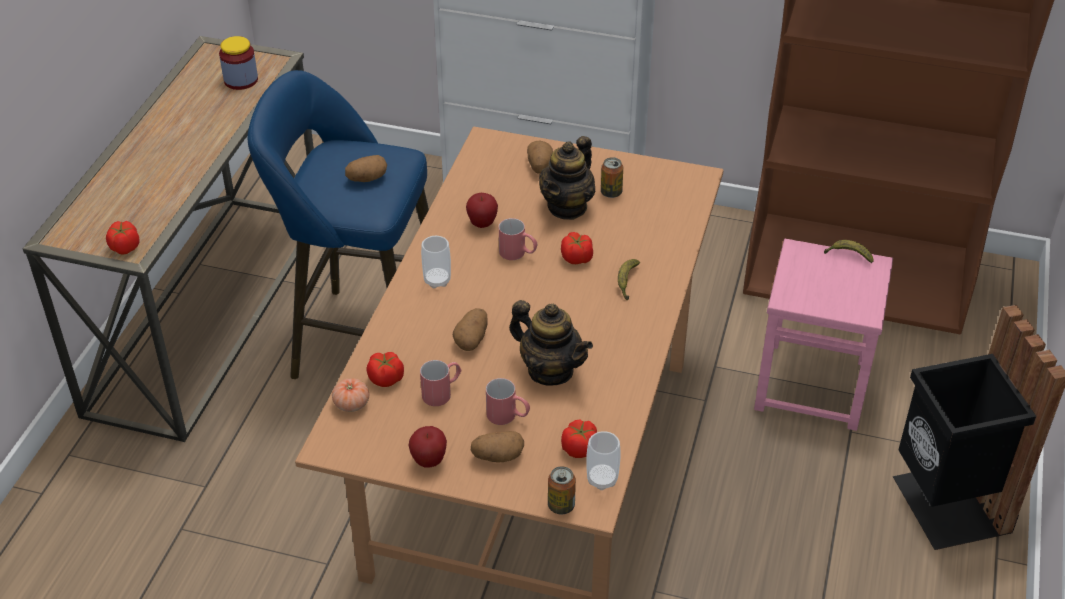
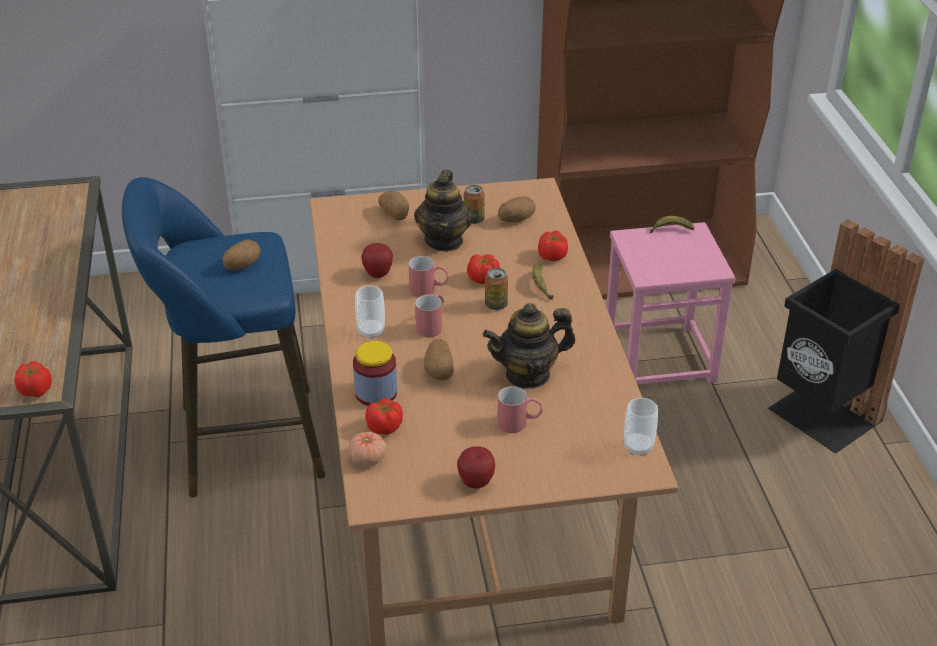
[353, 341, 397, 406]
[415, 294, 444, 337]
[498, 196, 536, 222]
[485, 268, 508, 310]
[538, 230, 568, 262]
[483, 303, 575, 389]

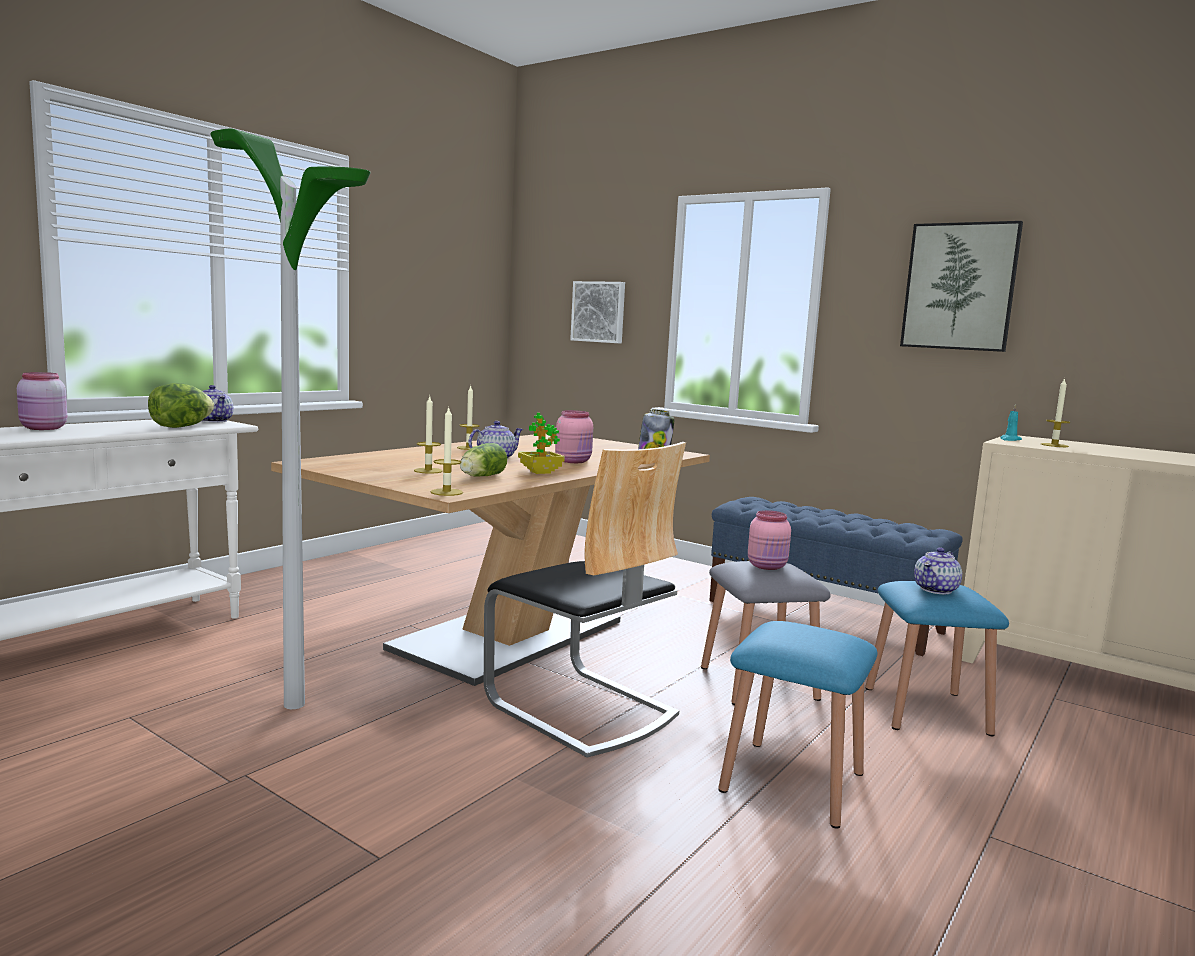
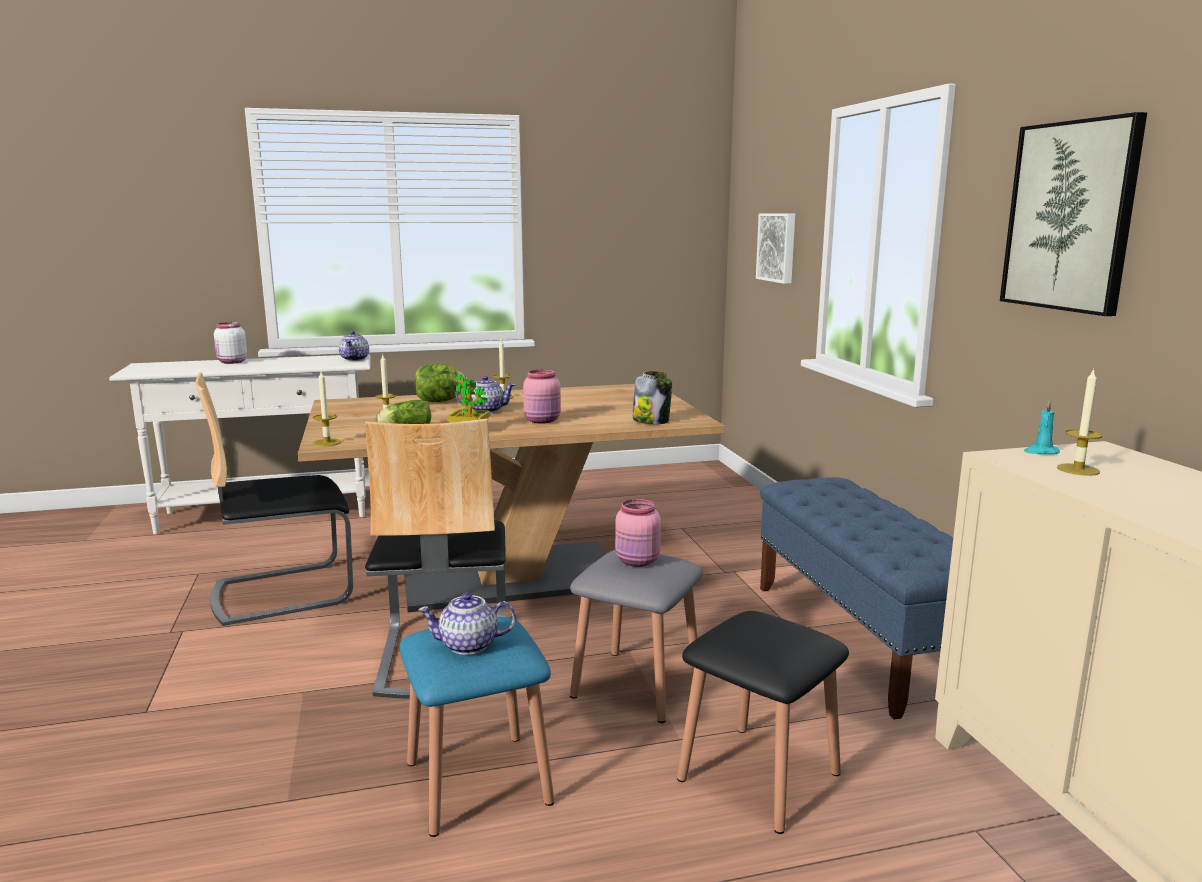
[414, 364, 467, 402]
[418, 593, 516, 655]
[195, 372, 353, 626]
[214, 322, 247, 364]
[677, 611, 849, 834]

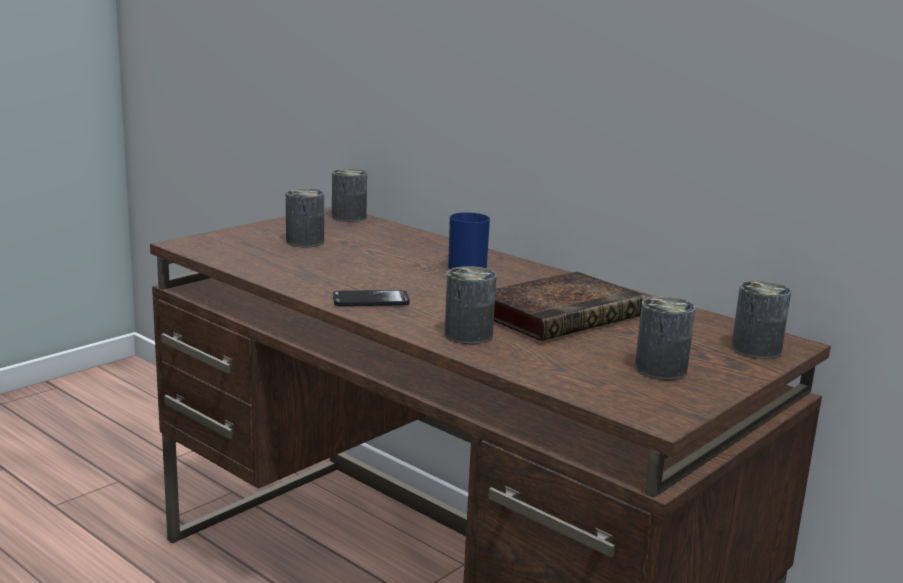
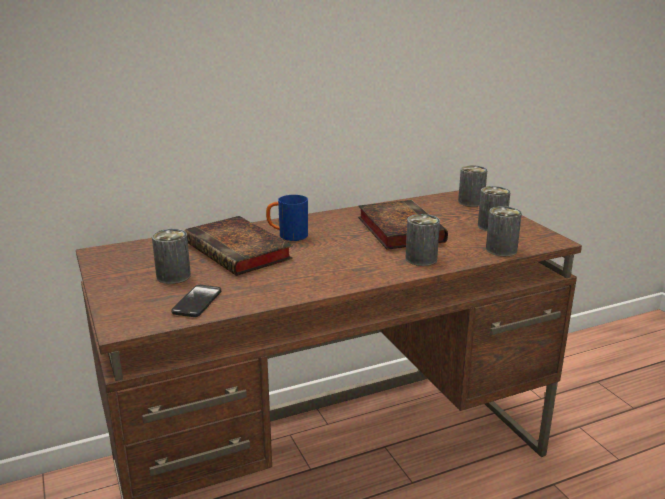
[185, 216, 293, 276]
[486, 206, 522, 256]
[171, 285, 221, 317]

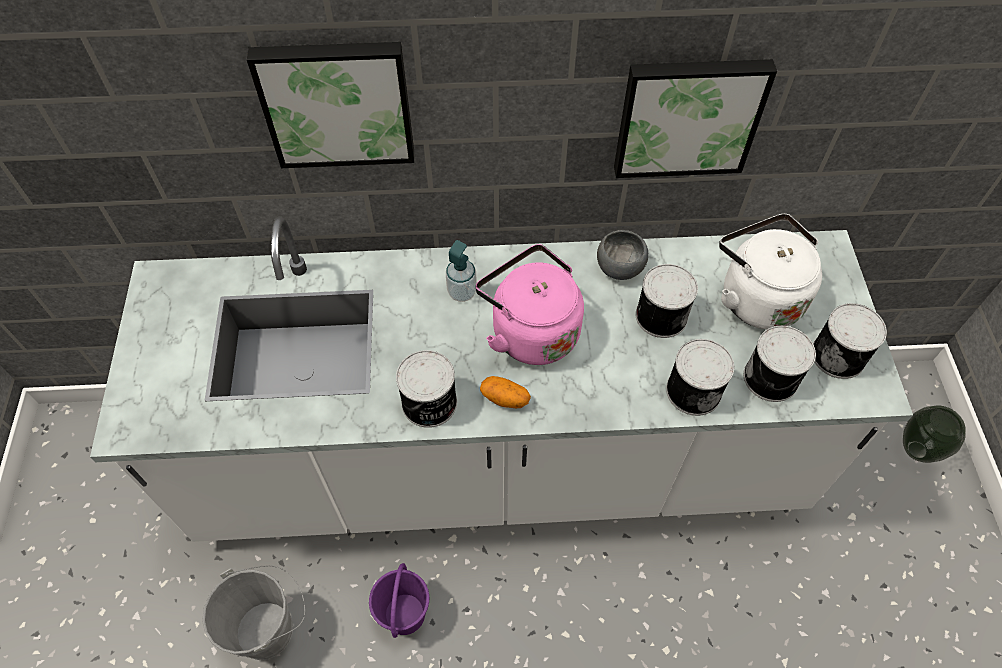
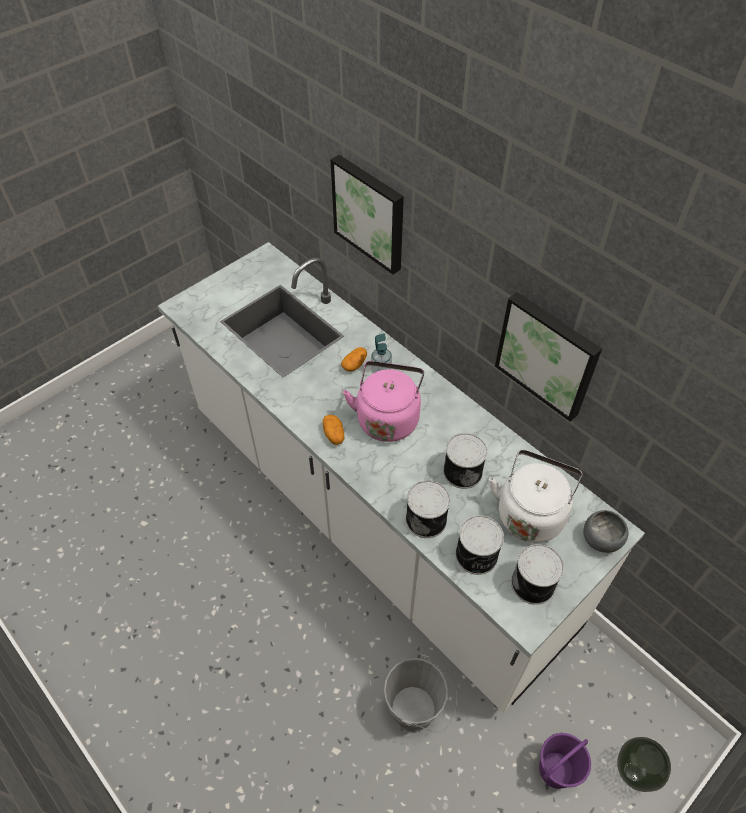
[396, 350, 457, 428] (first image)
[341, 347, 367, 371]
[384, 654, 457, 733]
[539, 733, 591, 789]
[583, 510, 628, 553]

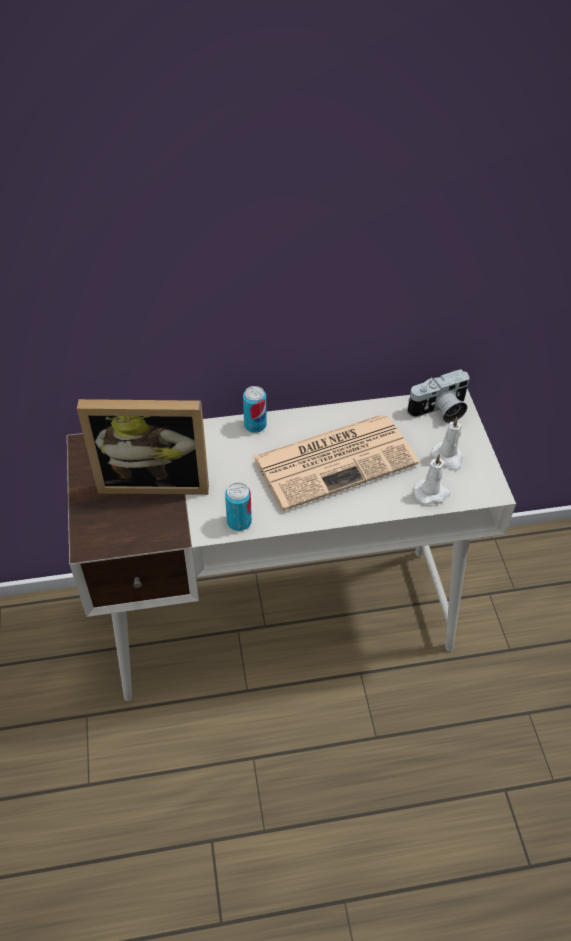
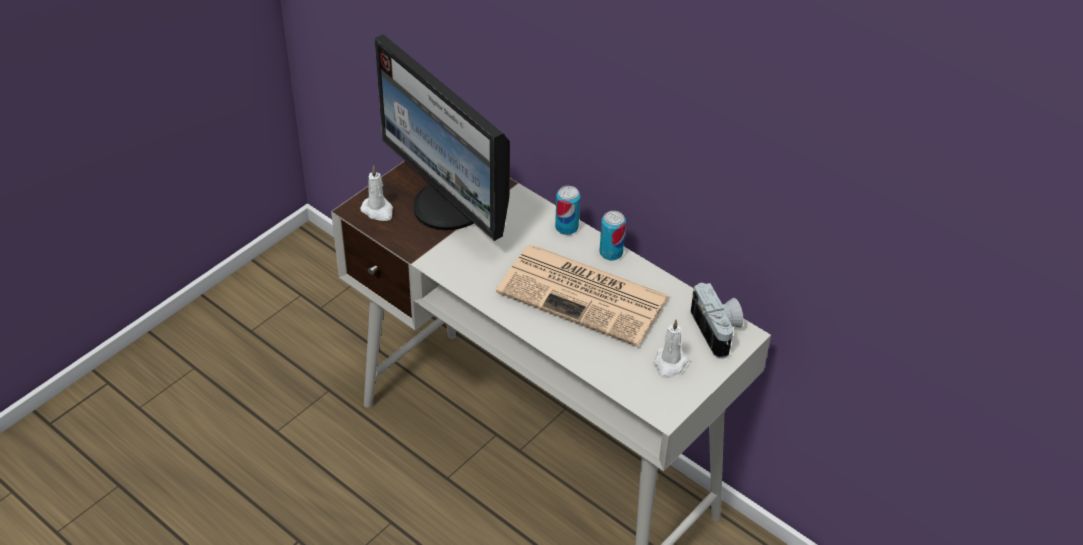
[600, 211, 626, 260]
[360, 166, 393, 221]
[374, 34, 510, 241]
[690, 282, 744, 359]

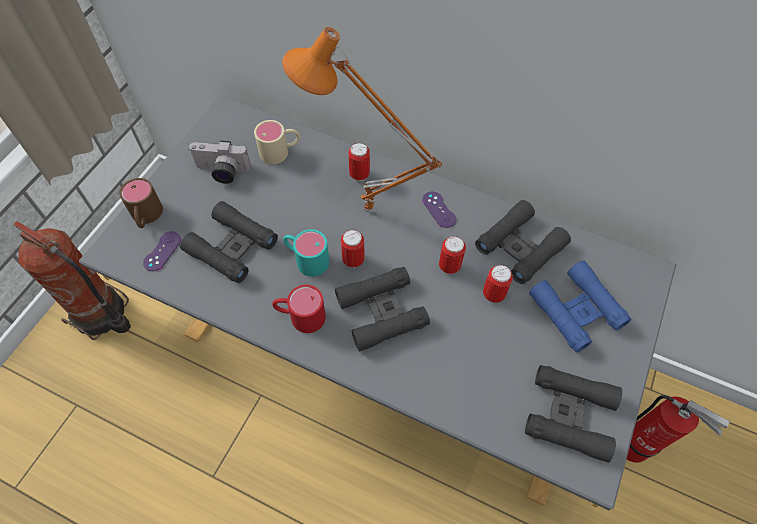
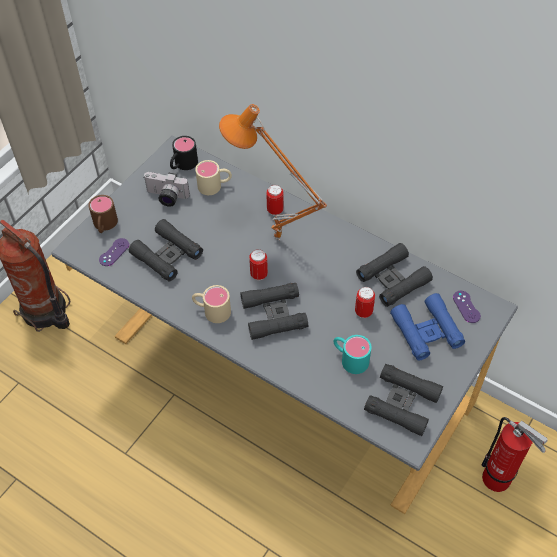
[439, 236, 466, 274] (first image)
[170, 136, 198, 170]
[334, 335, 372, 374]
[453, 291, 481, 323]
[192, 285, 231, 323]

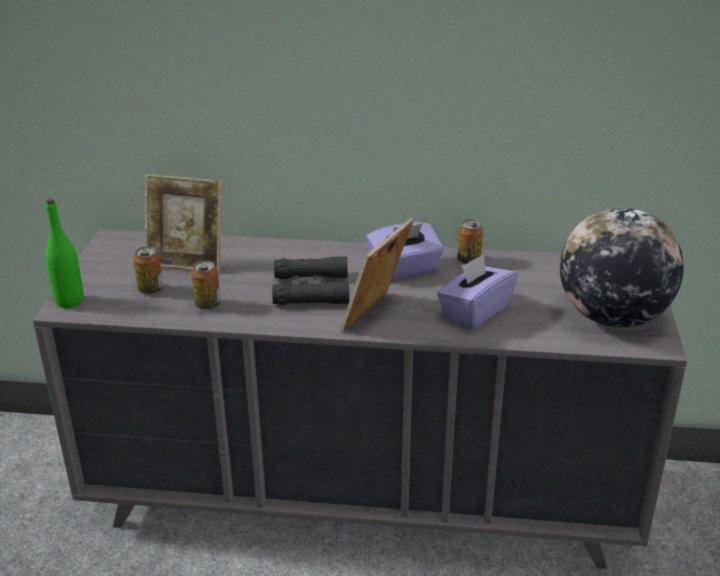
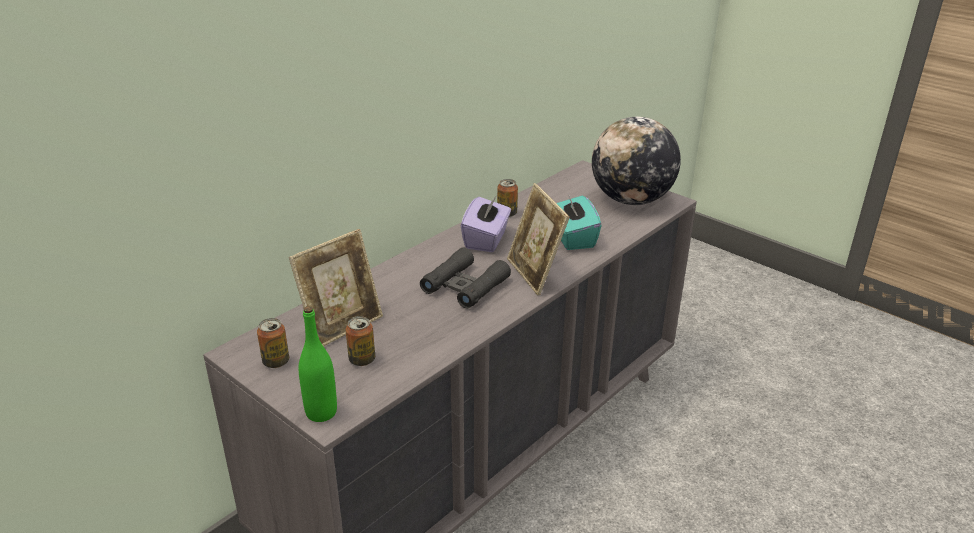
[257, 318, 289, 368]
[556, 194, 602, 250]

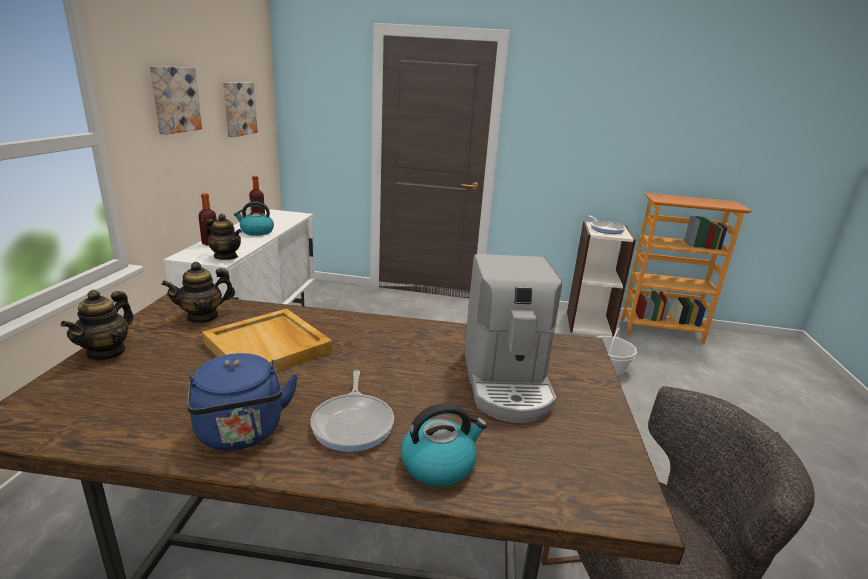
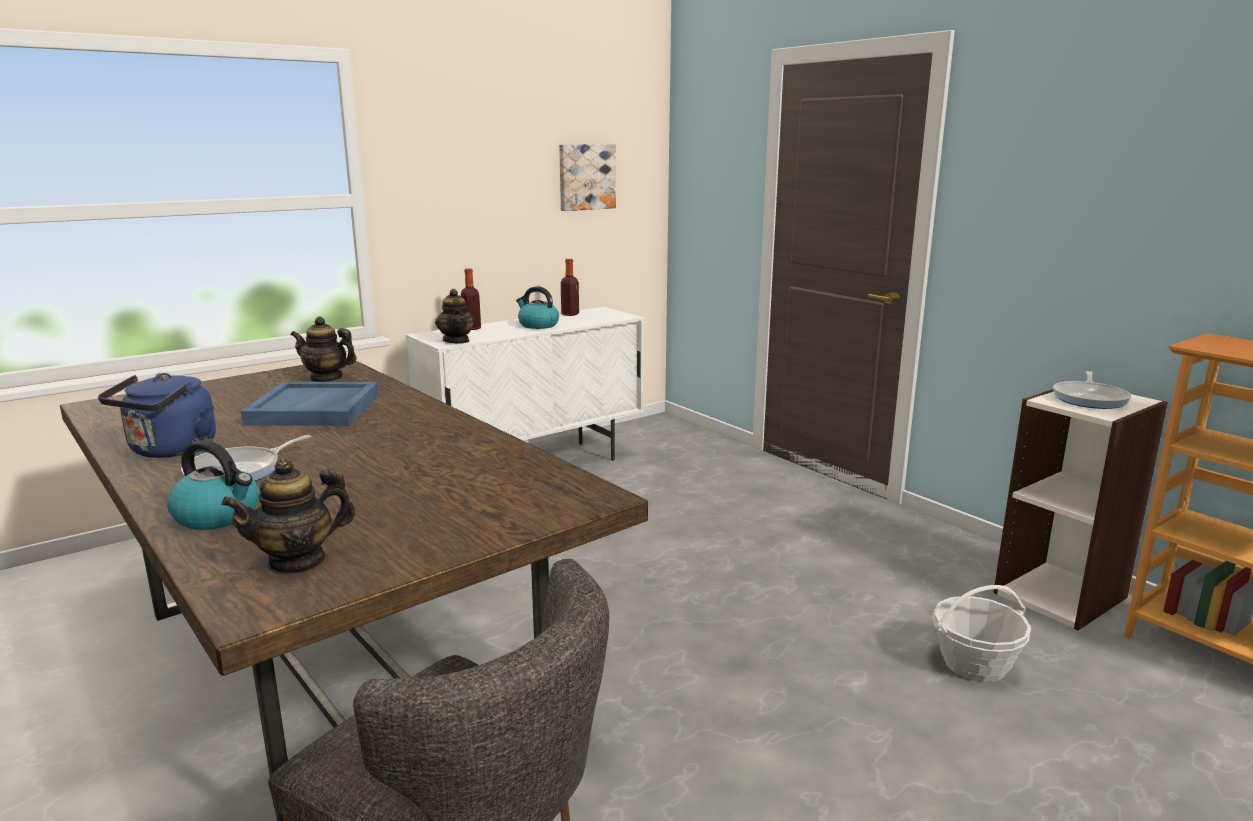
[150, 66, 202, 135] (first image)
[464, 254, 562, 423] (first image)
[221, 458, 356, 575]
[241, 382, 379, 426]

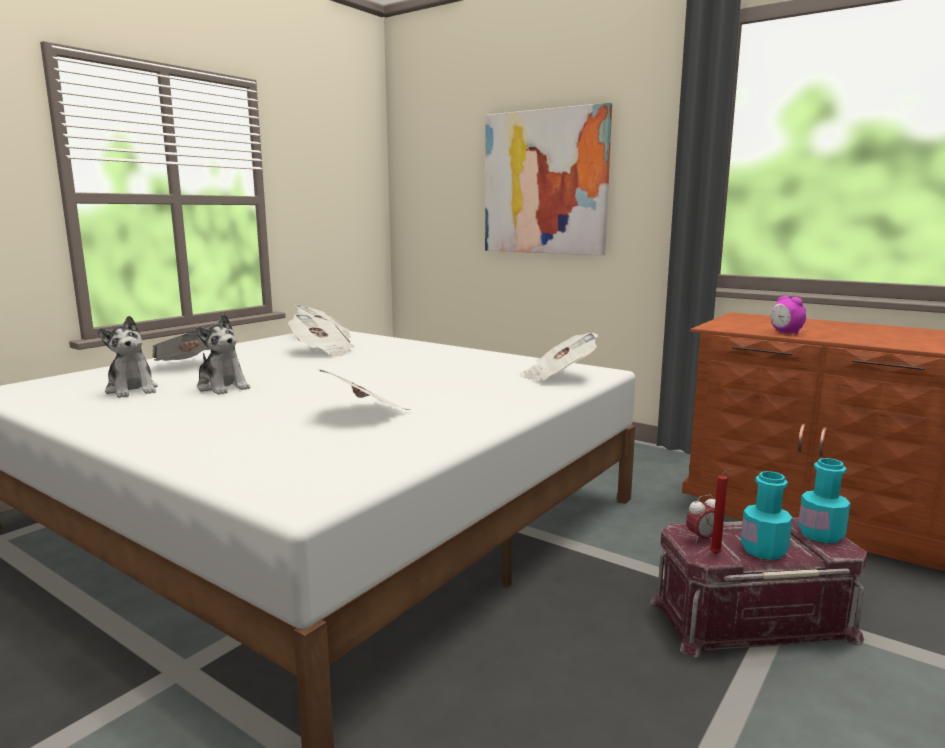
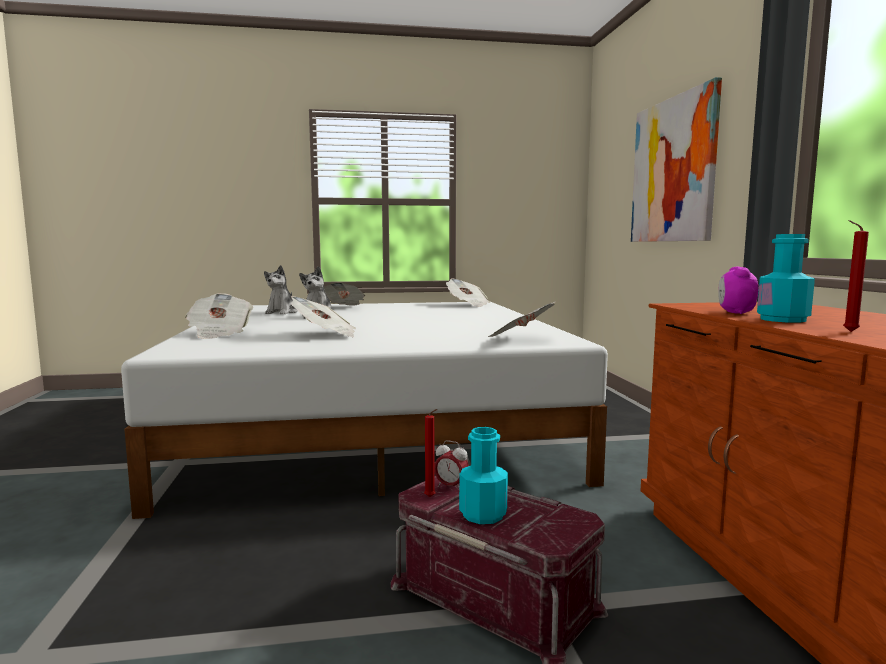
[843, 220, 869, 332]
[185, 293, 253, 339]
[757, 234, 815, 323]

